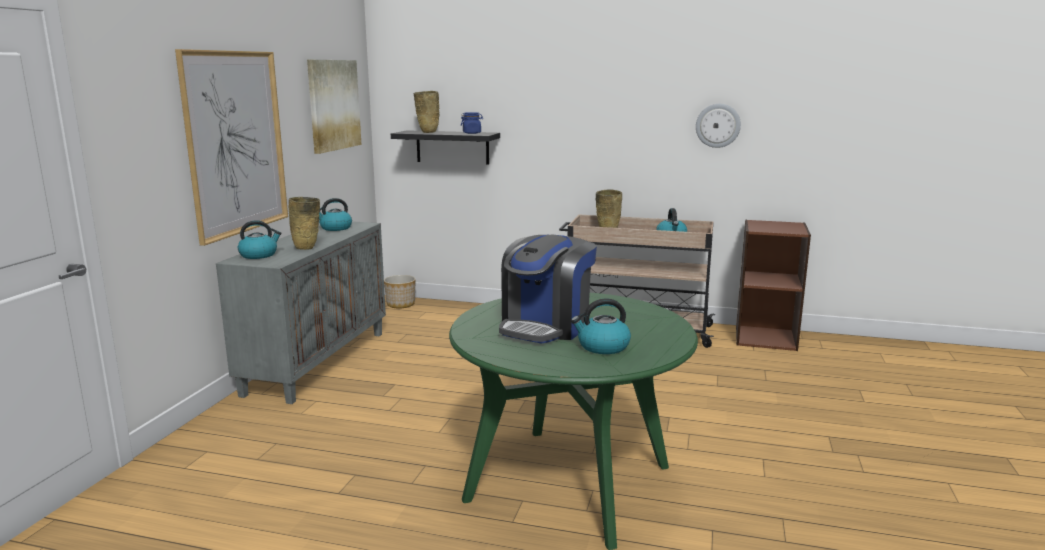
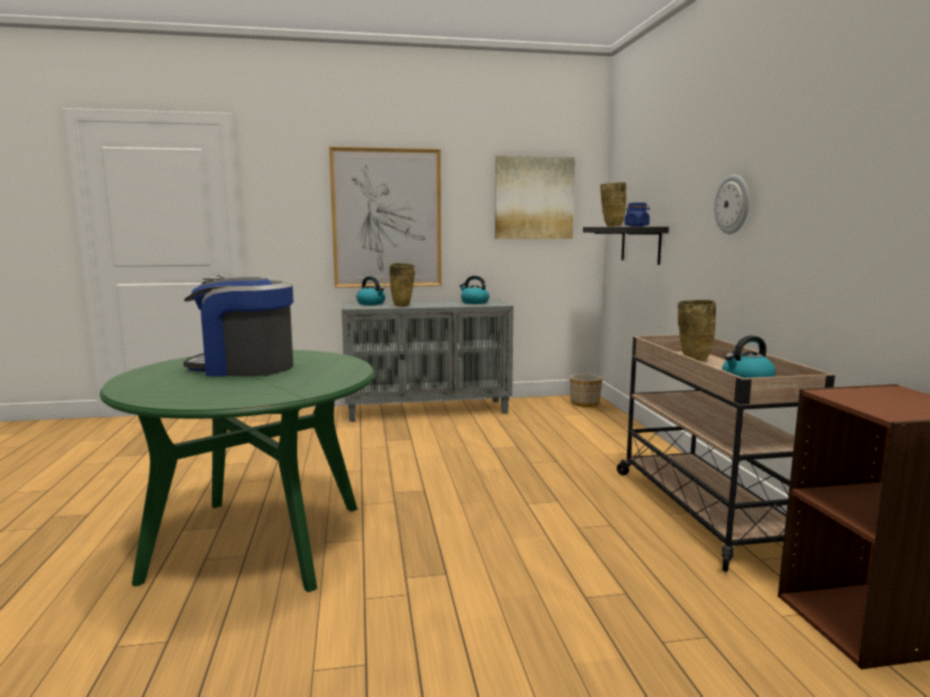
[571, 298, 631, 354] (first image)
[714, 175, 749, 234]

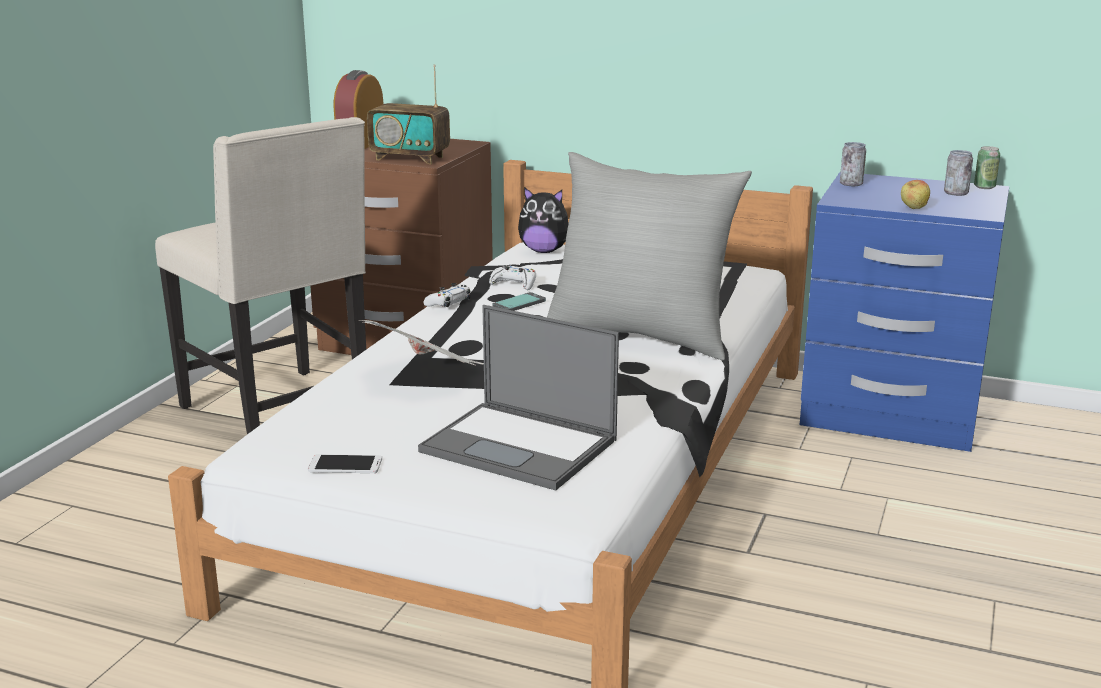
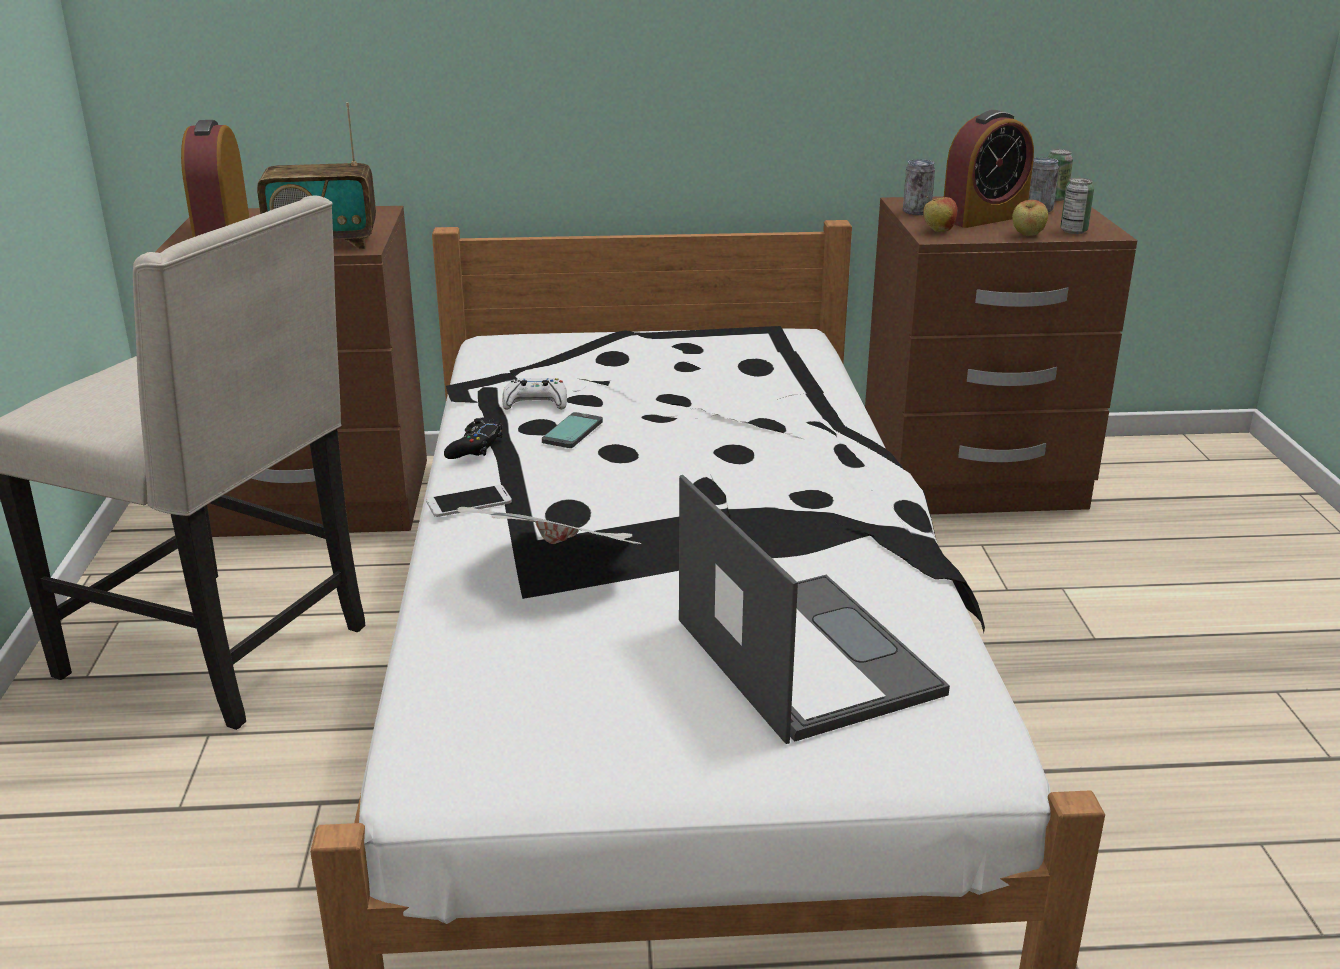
[518, 187, 569, 253] (first image)
[547, 152, 752, 360] (first image)
[923, 197, 957, 232]
[944, 110, 1034, 228]
[1060, 178, 1094, 234]
[426, 485, 512, 517]
[444, 417, 503, 459]
[865, 196, 1137, 514]
[679, 475, 950, 744]

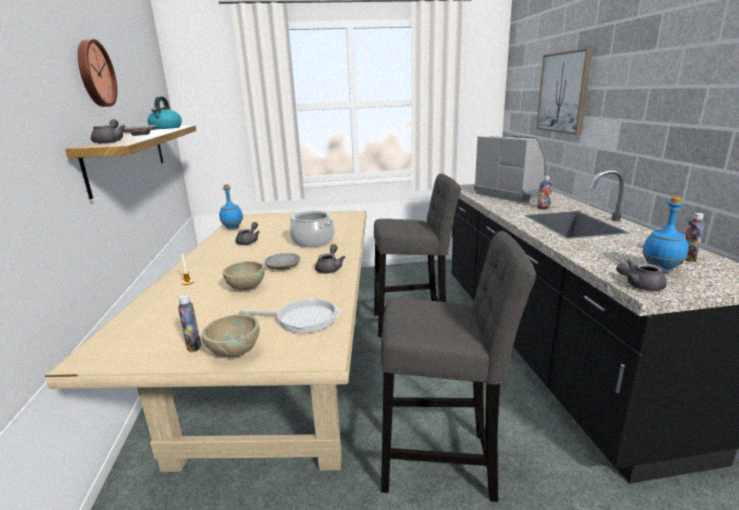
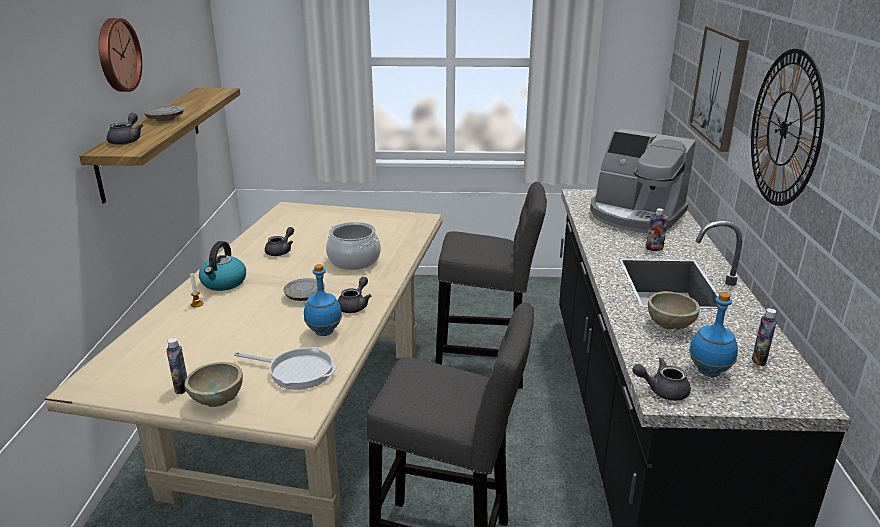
[751, 49, 825, 206]
[199, 241, 246, 291]
[304, 264, 342, 336]
[648, 291, 700, 329]
[590, 129, 696, 233]

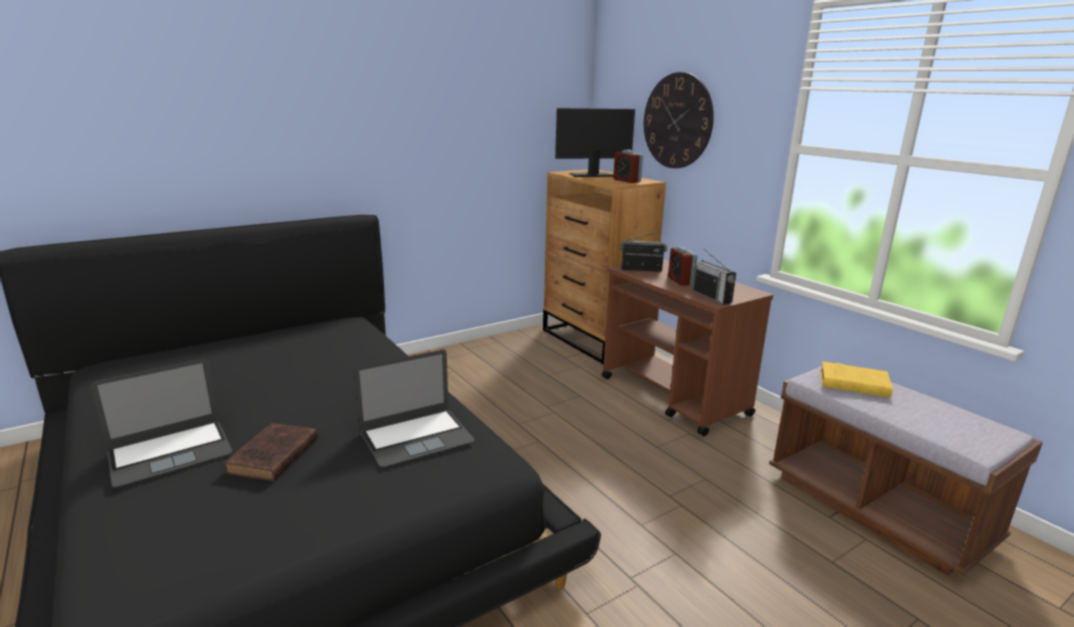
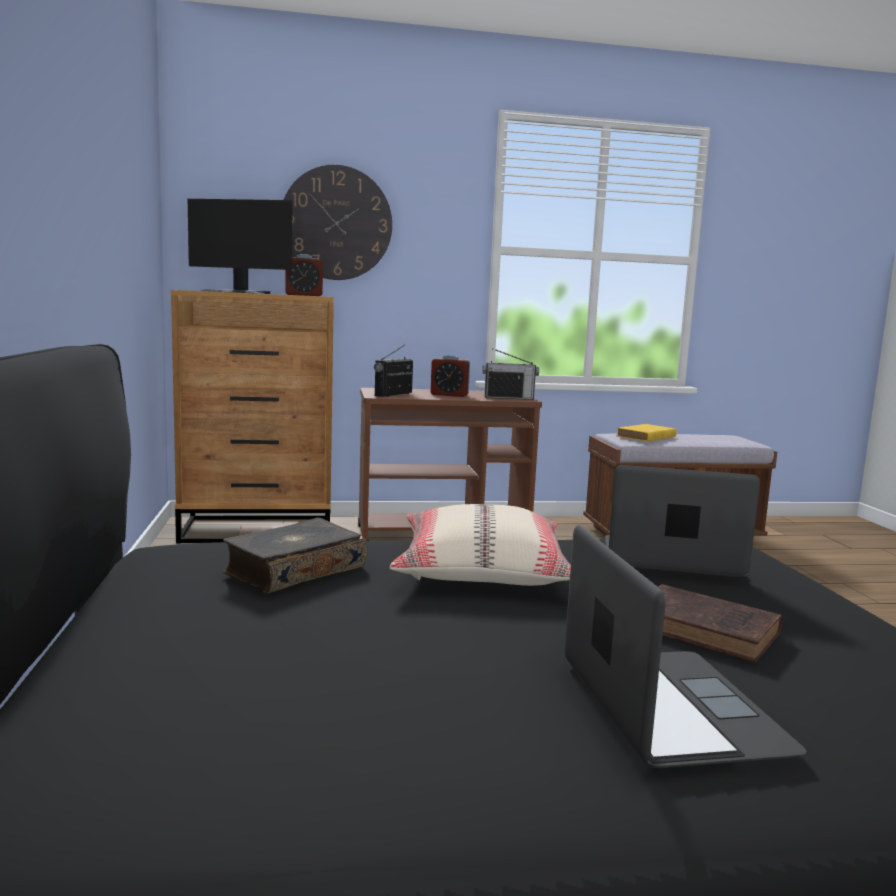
[223, 518, 368, 594]
[390, 504, 571, 586]
[605, 465, 760, 578]
[188, 199, 292, 294]

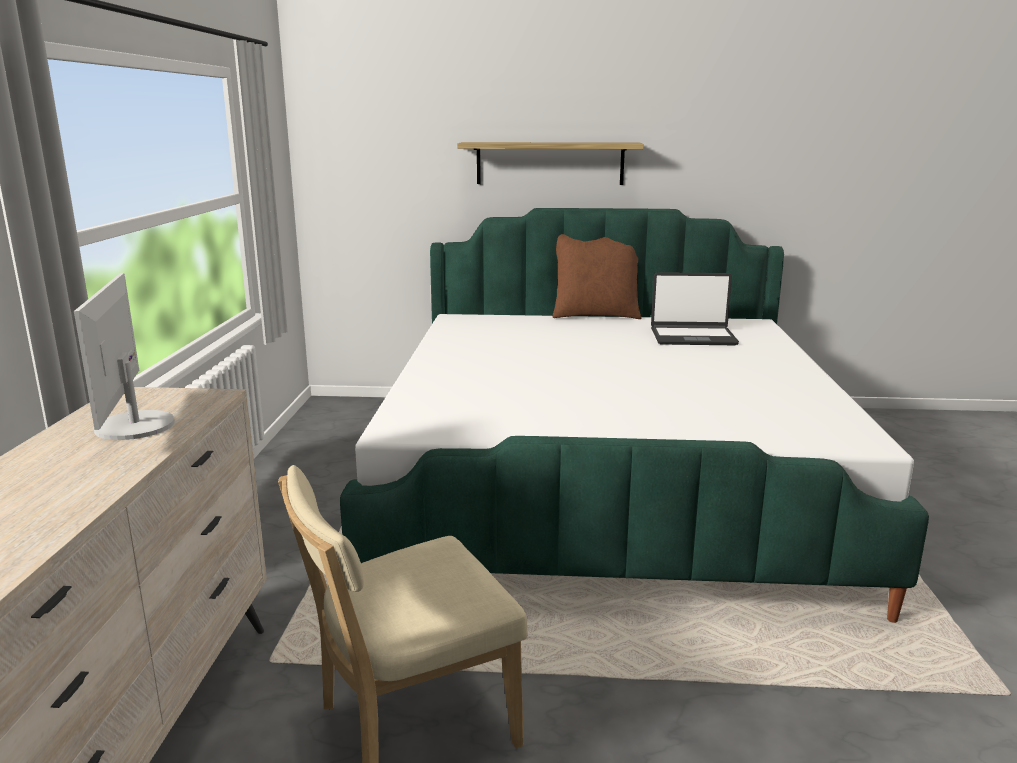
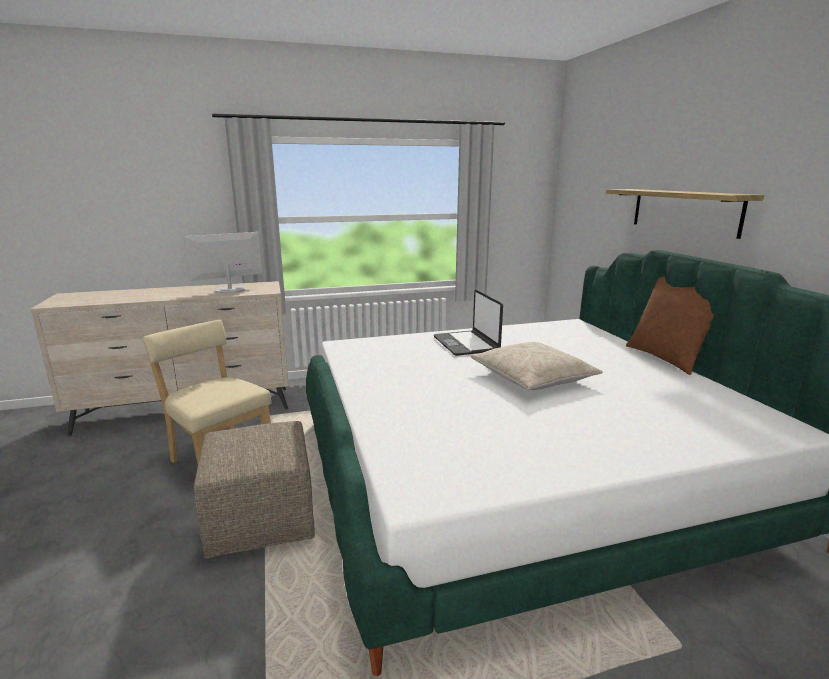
[194, 421, 315, 559]
[470, 342, 603, 390]
[434, 290, 503, 356]

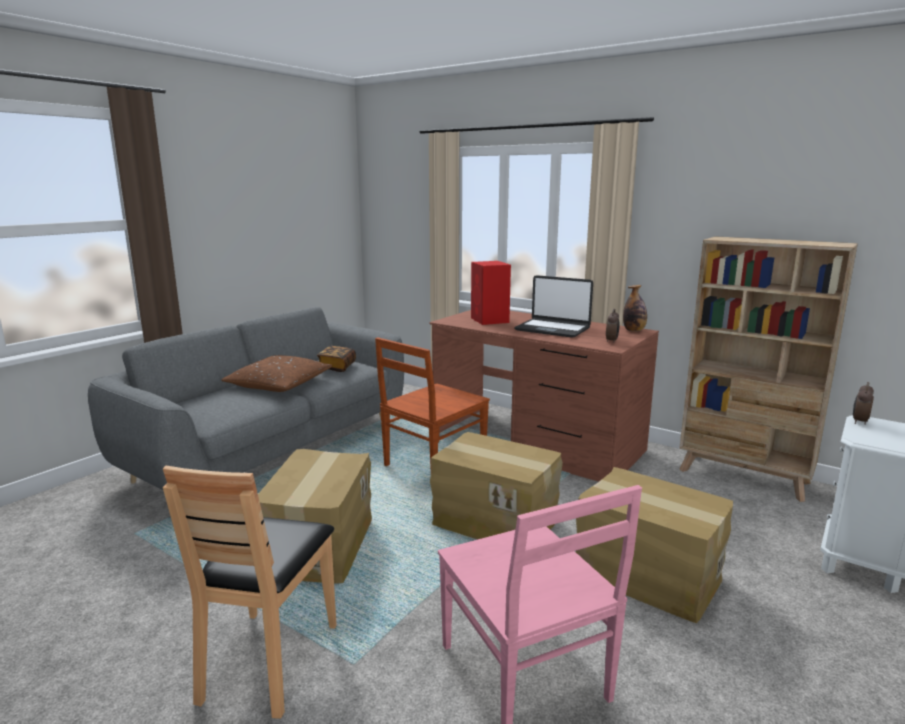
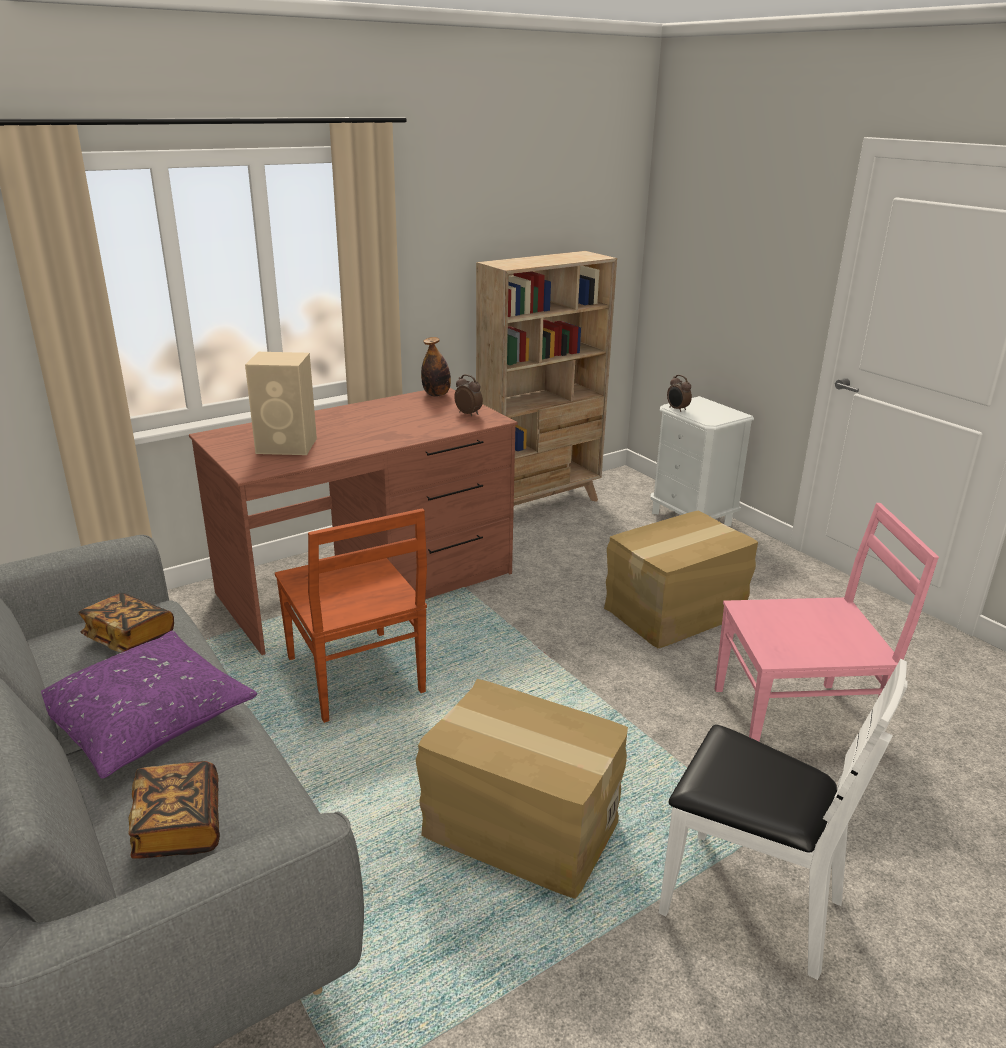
[430, 432, 563, 539] (first image)
[514, 275, 593, 338] (first image)
[128, 761, 220, 859]
[659, 659, 908, 980]
[41, 631, 257, 779]
[245, 352, 317, 455]

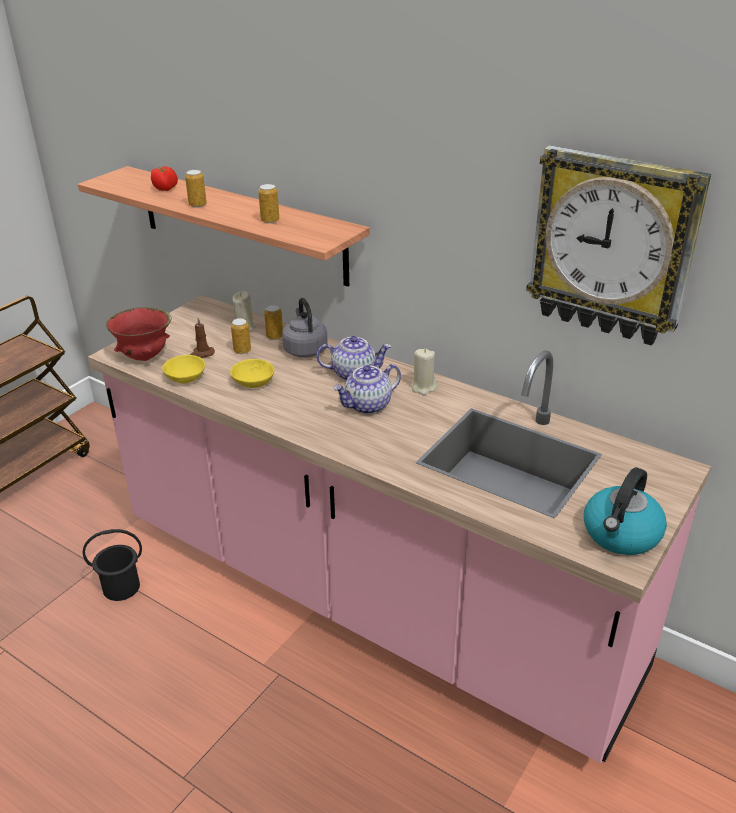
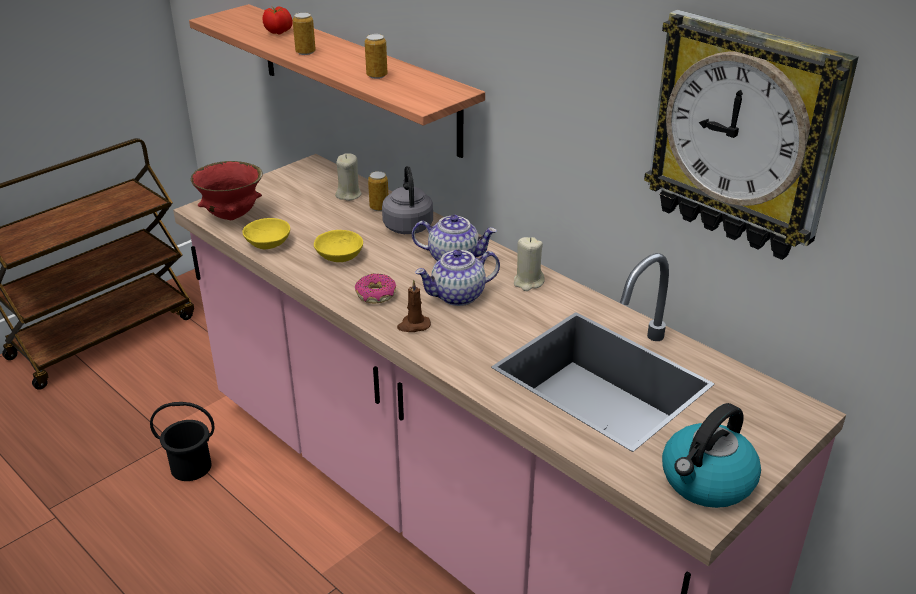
[231, 318, 251, 354] (first image)
[355, 274, 396, 303]
[397, 279, 431, 332]

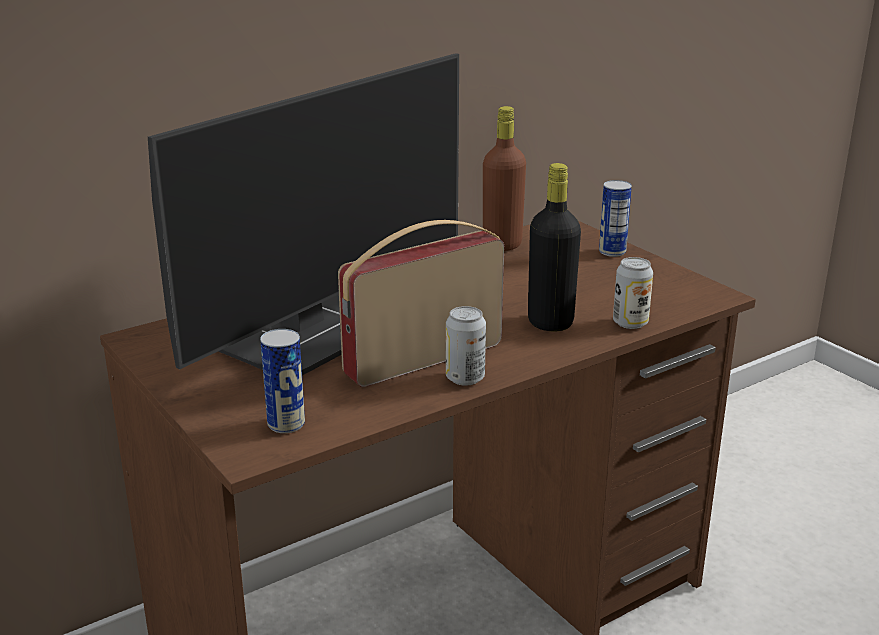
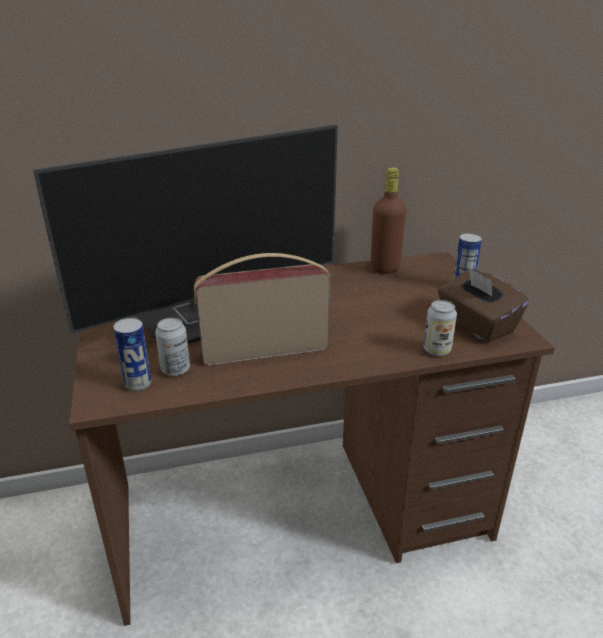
[528, 163, 581, 332] (first image)
[438, 267, 529, 342]
[155, 318, 190, 376]

